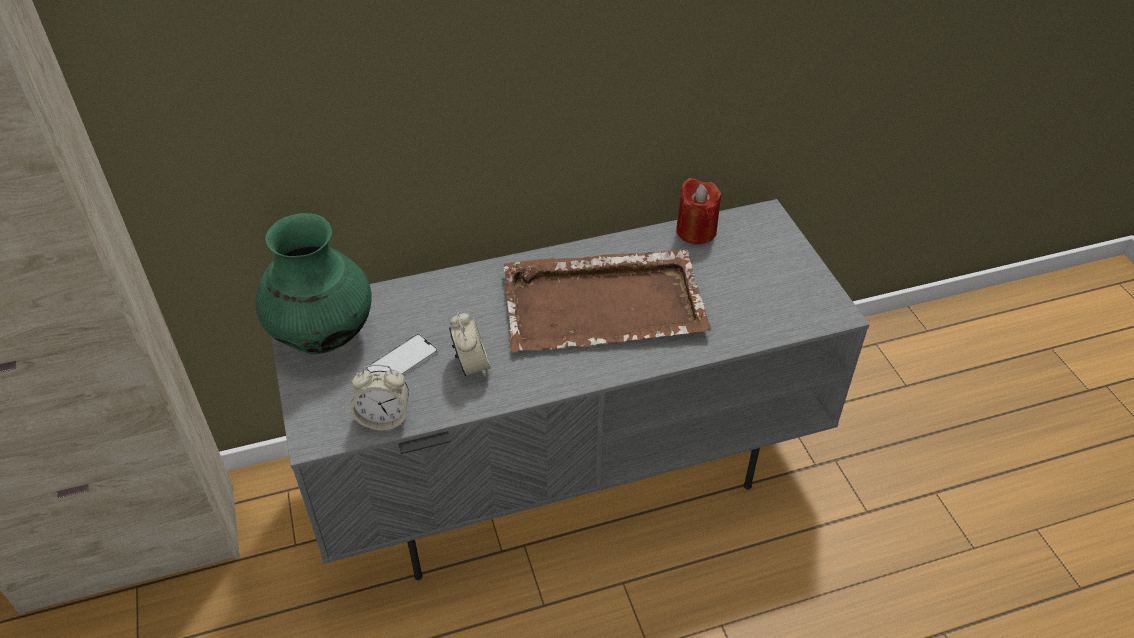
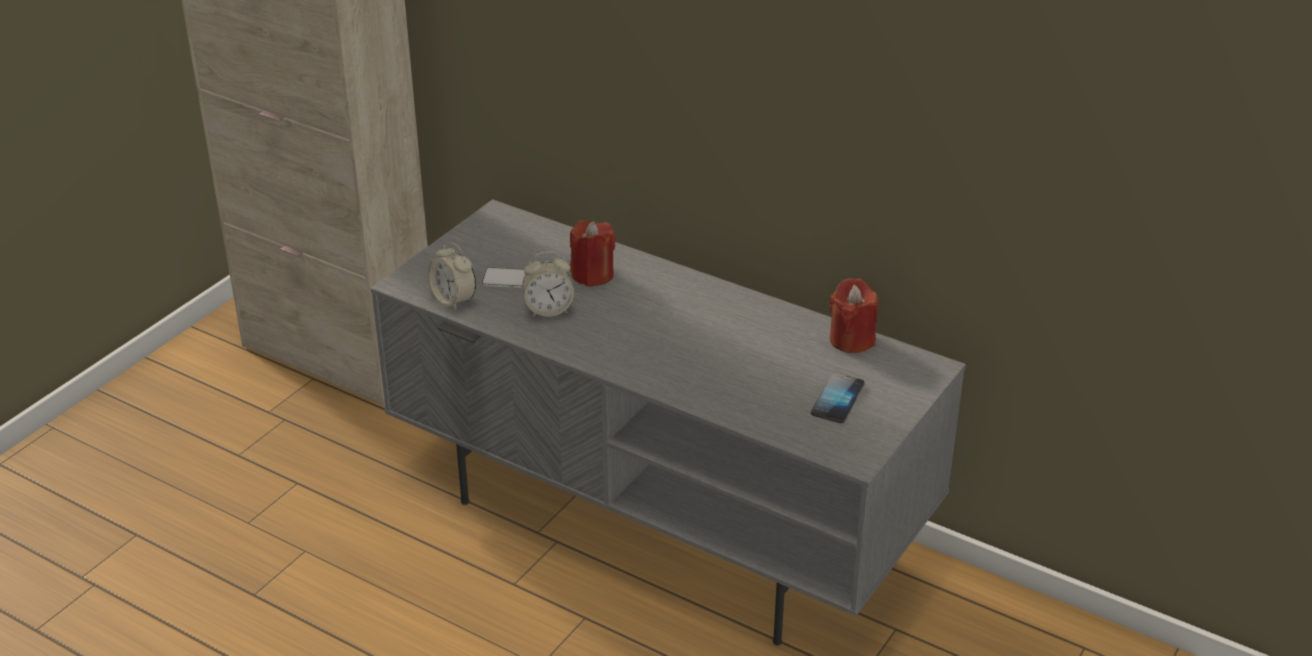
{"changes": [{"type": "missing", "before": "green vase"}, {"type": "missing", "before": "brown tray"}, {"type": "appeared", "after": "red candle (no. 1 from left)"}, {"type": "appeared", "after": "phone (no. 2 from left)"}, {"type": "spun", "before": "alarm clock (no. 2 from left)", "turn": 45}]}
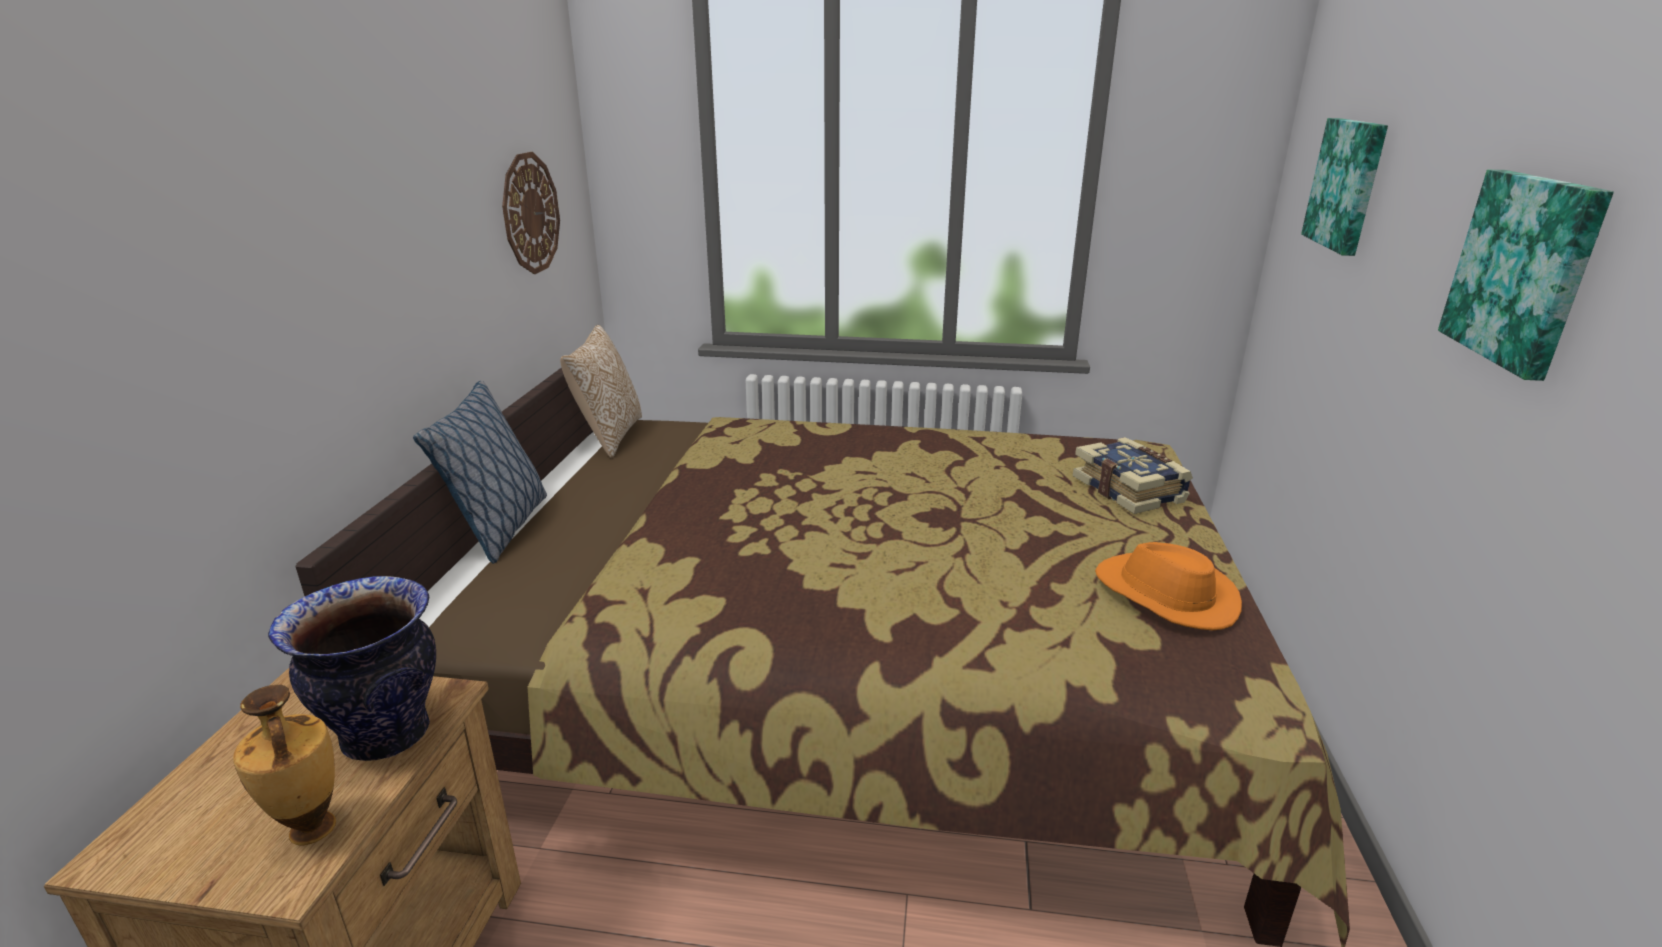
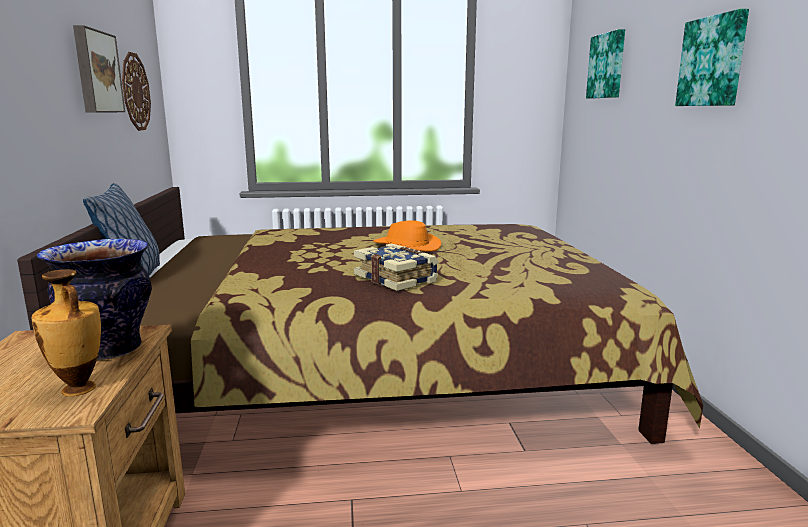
{"changes": [{"type": "missing", "before": "pillow (no. 2 from left)"}, {"type": "appeared", "after": "picture (no. 1 from left)"}, {"type": "relocated", "before": "book"}, {"type": "relocated", "before": "orange hat"}]}
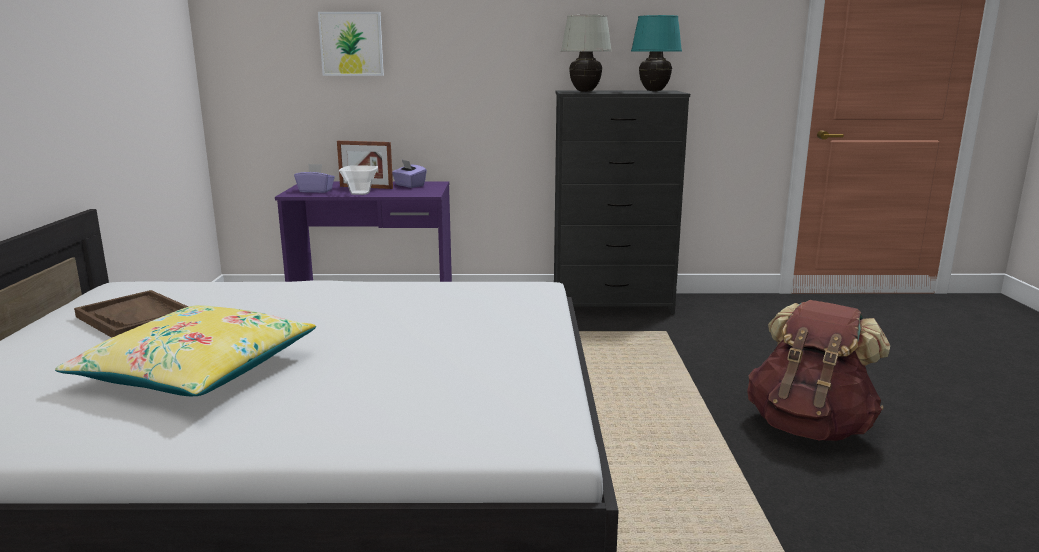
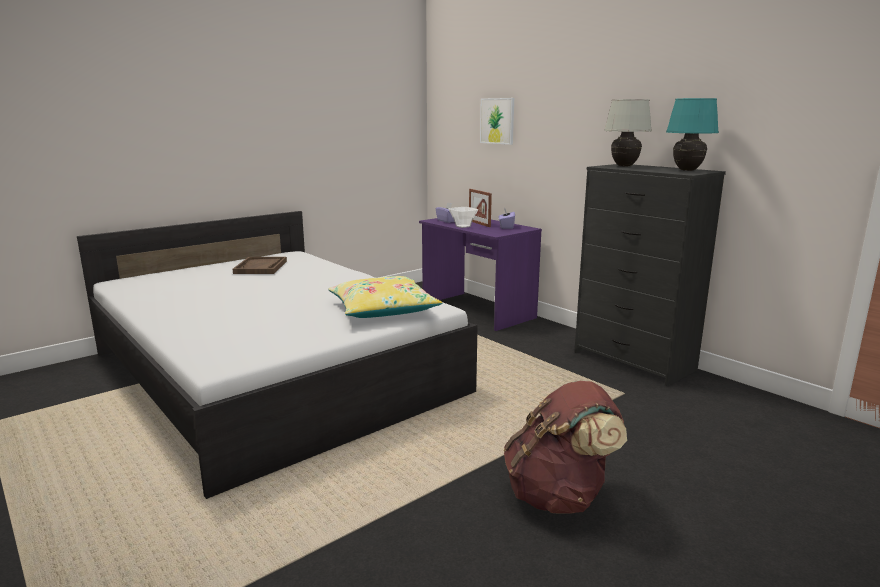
{"changes": [{"type": "relocated", "before": "yellow pillow"}]}
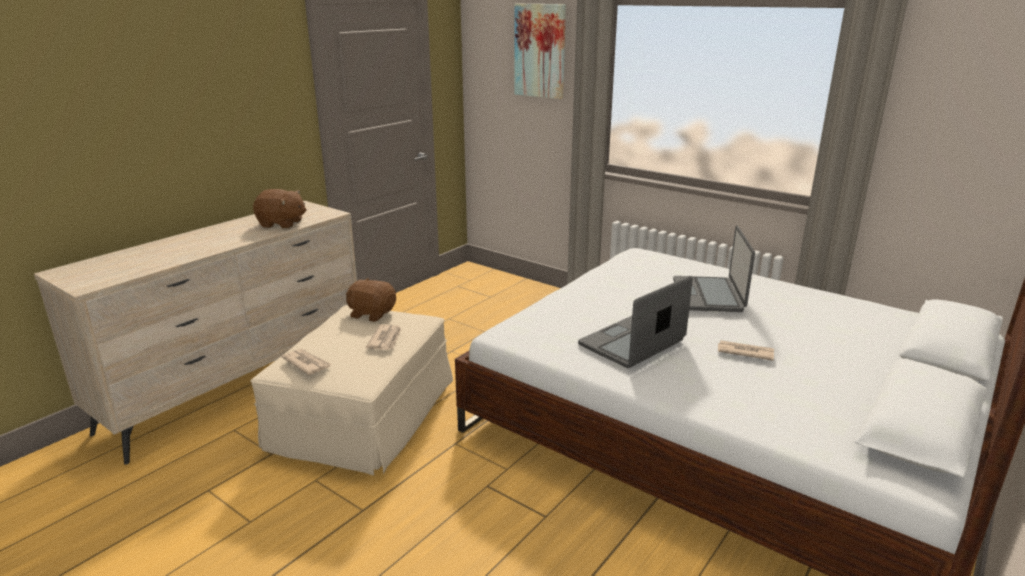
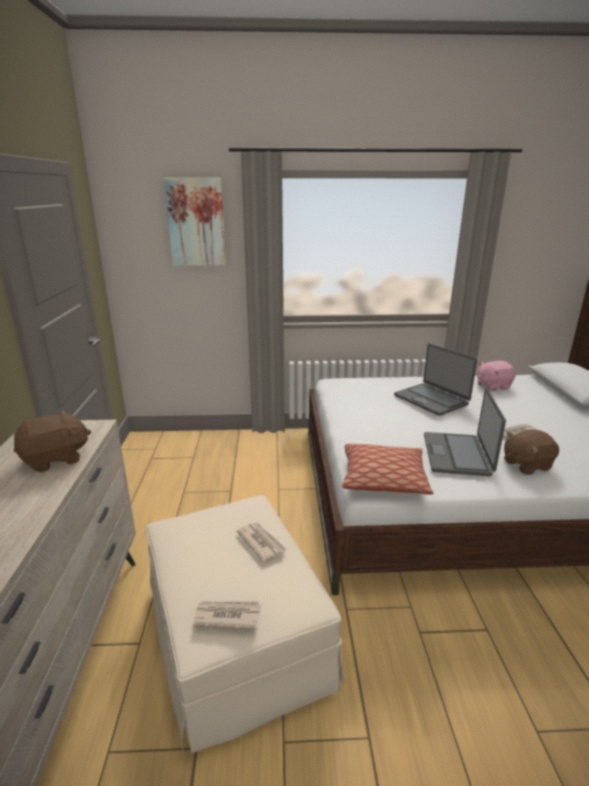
{"changes": [{"type": "appeared", "after": "pillow"}, {"type": "appeared", "after": "pink plush toy"}, {"type": "relocated", "before": "brown plush toy (no. 2 from left)"}]}
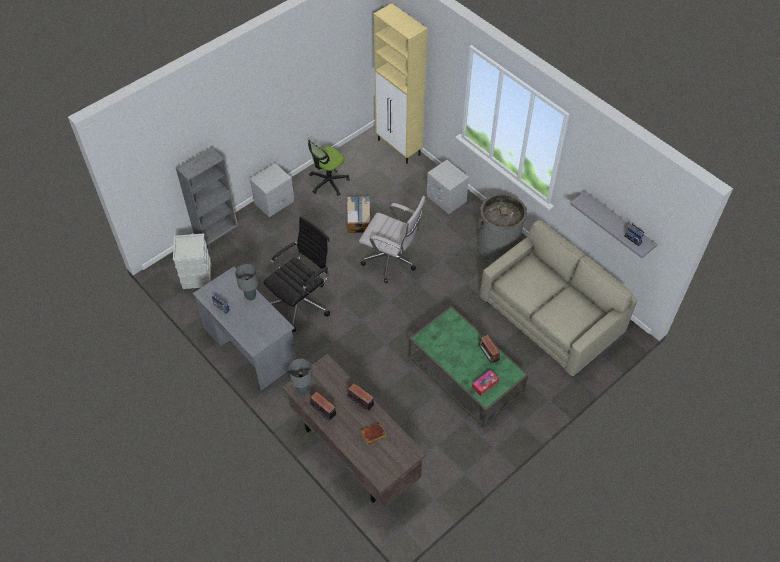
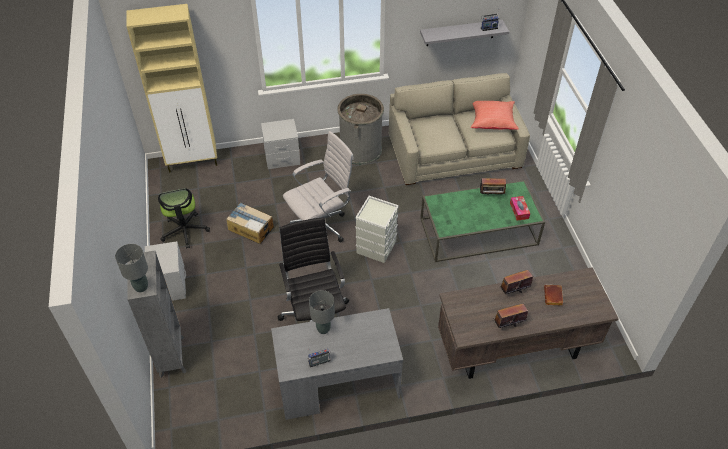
{"changes": [{"type": "appeared", "after": "red pillow"}, {"type": "relocated", "before": "grey storage box"}, {"type": "relocated", "before": "grey table lamp (no. 2 from left in the first image)", "after": "grey table lamp (no. 1 from left)"}]}
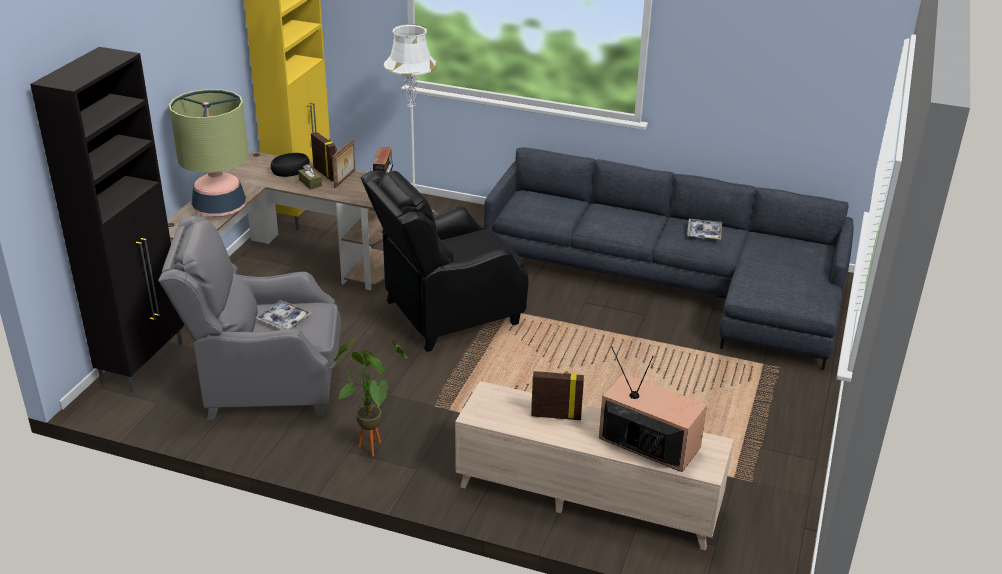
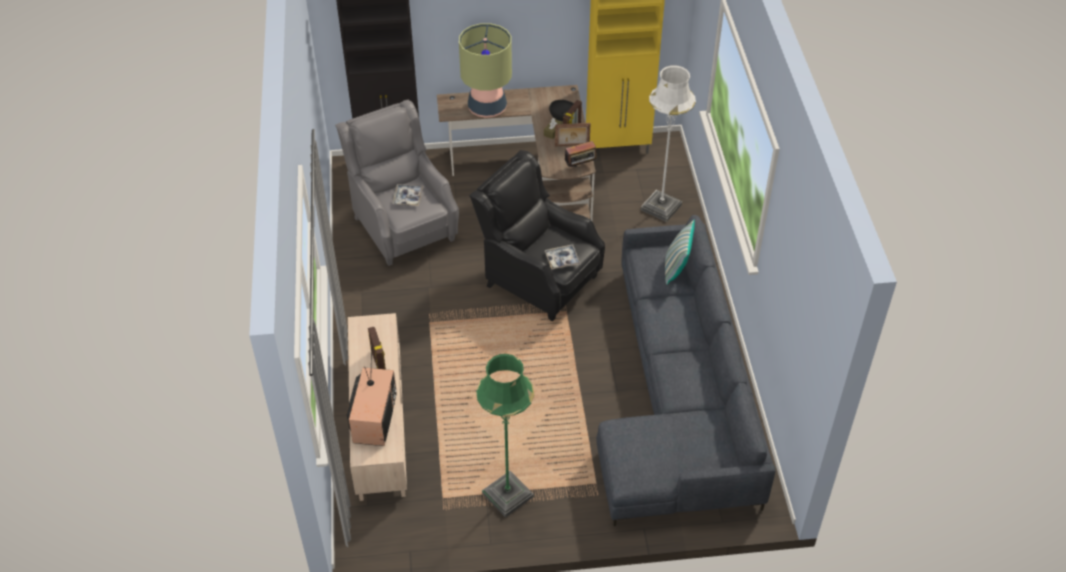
{"changes": [{"type": "missing", "before": "potted plant"}, {"type": "appeared", "after": "green floor lamp"}, {"type": "appeared", "after": "pillow"}, {"type": "relocated", "before": "tray (no. 2 from left)"}]}
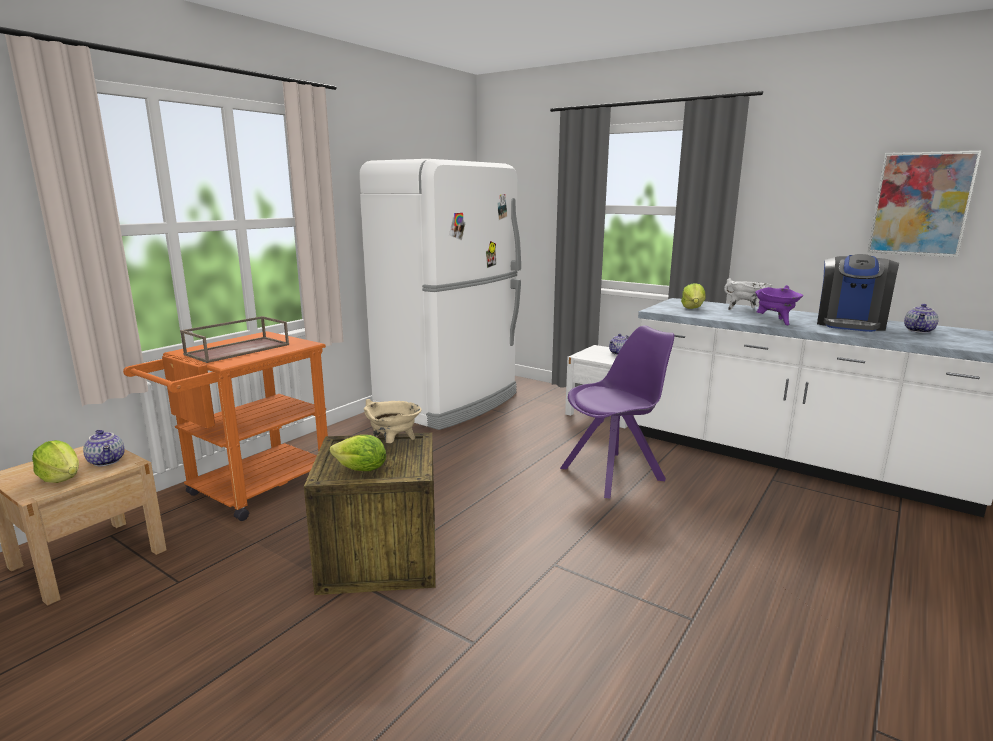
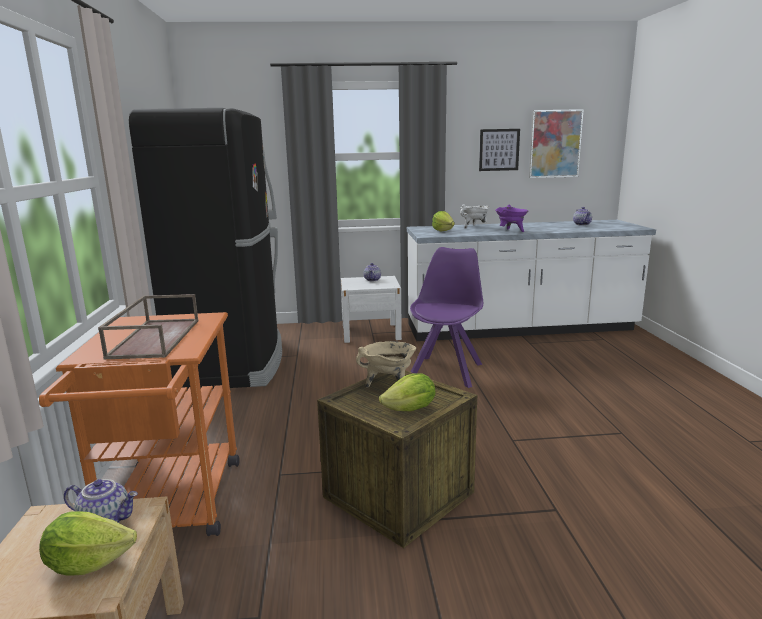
{"changes": [{"type": "missing", "before": "coffee machine"}, {"type": "appeared", "after": "picture (no. 1 from left)"}, {"type": "colour", "before": "white fridge", "after": "black fridge"}]}
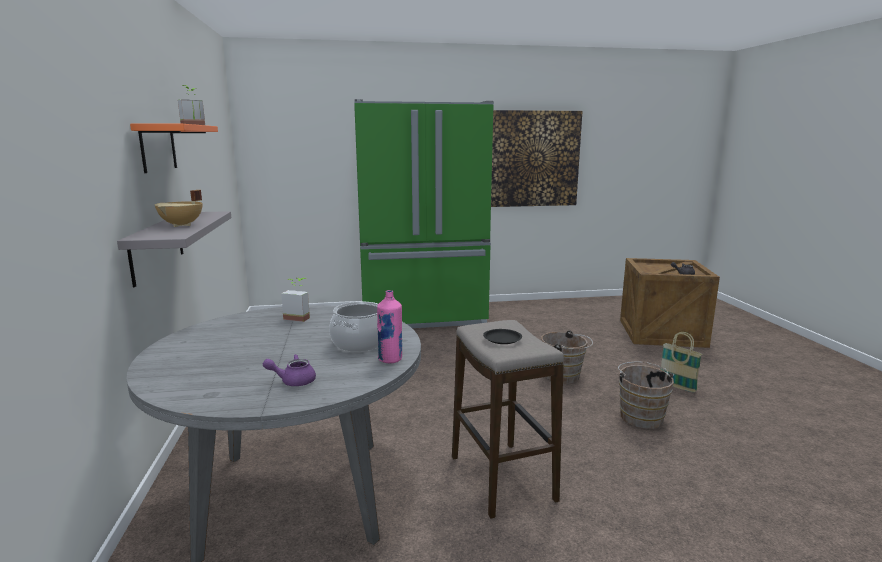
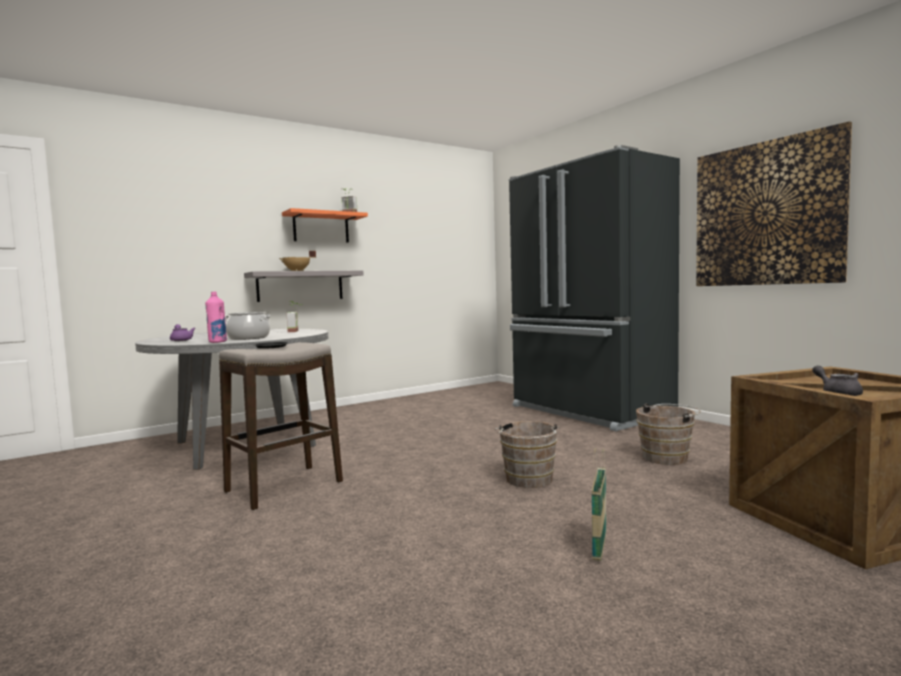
{"changes": [{"type": "relocated", "before": "brown bucket (no. 2 from left)"}, {"type": "colour", "before": "green fridge", "after": "black fridge"}]}
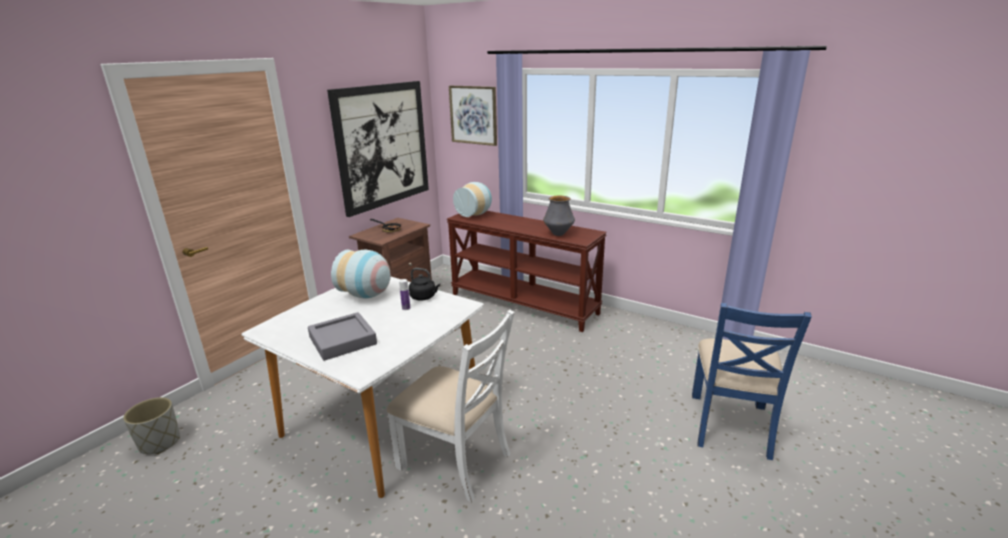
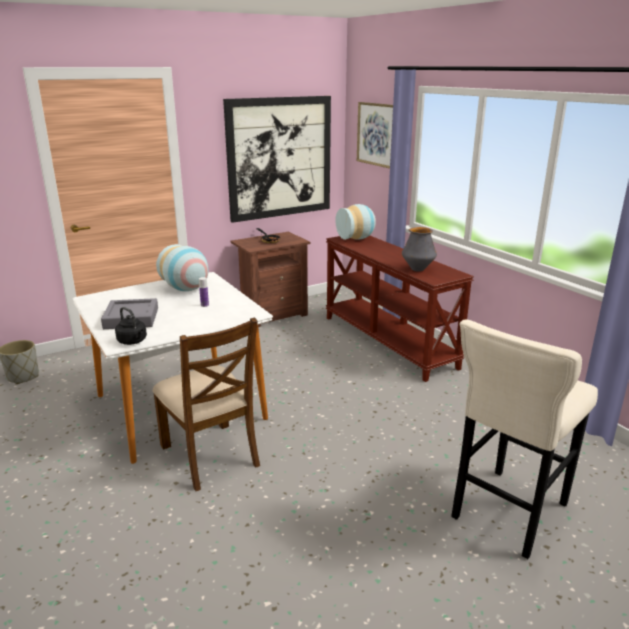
{"changes": [{"type": "relocated", "before": "black kettle"}, {"type": "exchanged", "before": "blue chair", "after": "beige stool"}, {"type": "colour", "before": "white chair", "after": "brown chair"}]}
